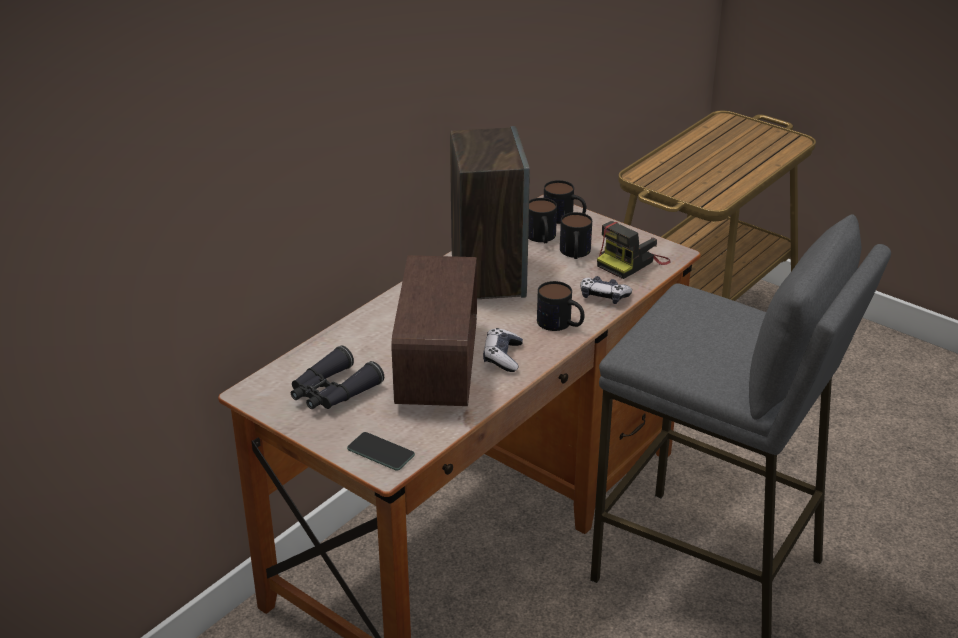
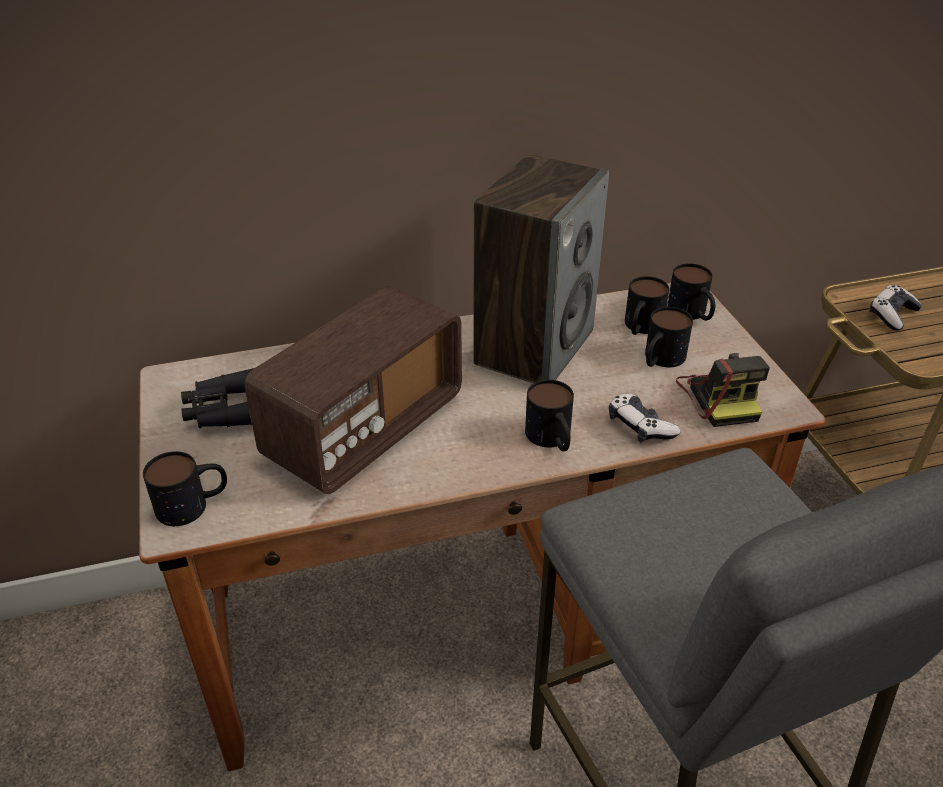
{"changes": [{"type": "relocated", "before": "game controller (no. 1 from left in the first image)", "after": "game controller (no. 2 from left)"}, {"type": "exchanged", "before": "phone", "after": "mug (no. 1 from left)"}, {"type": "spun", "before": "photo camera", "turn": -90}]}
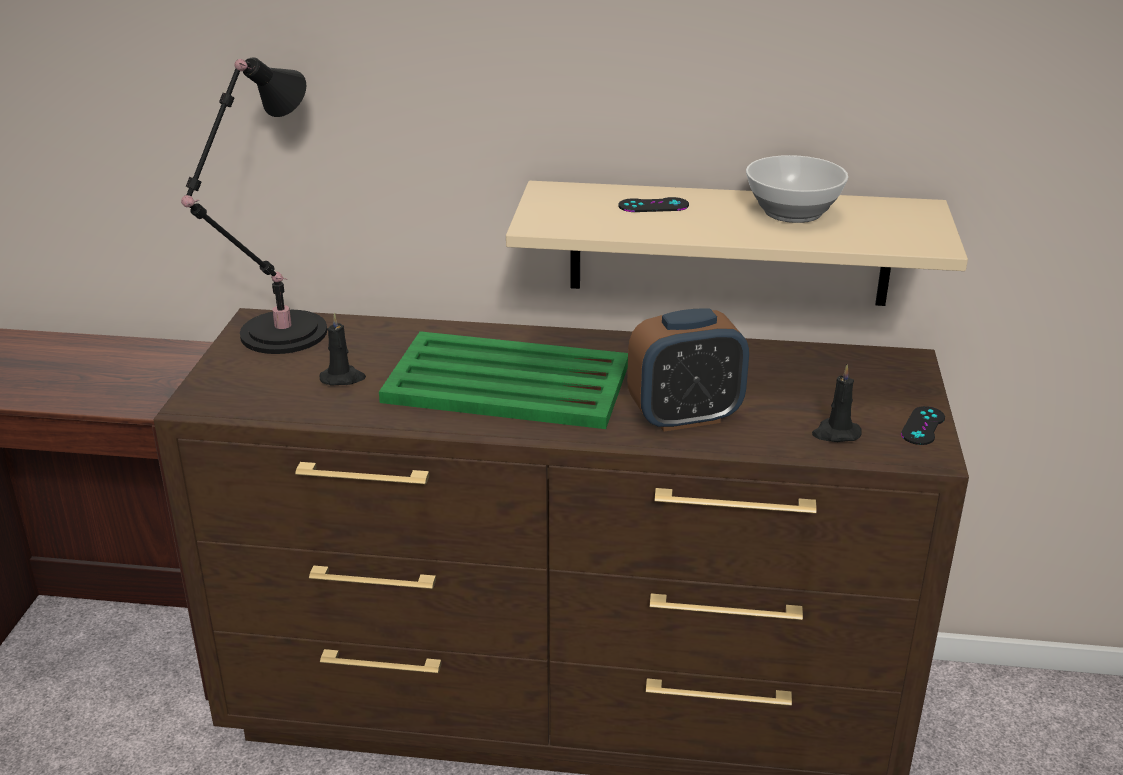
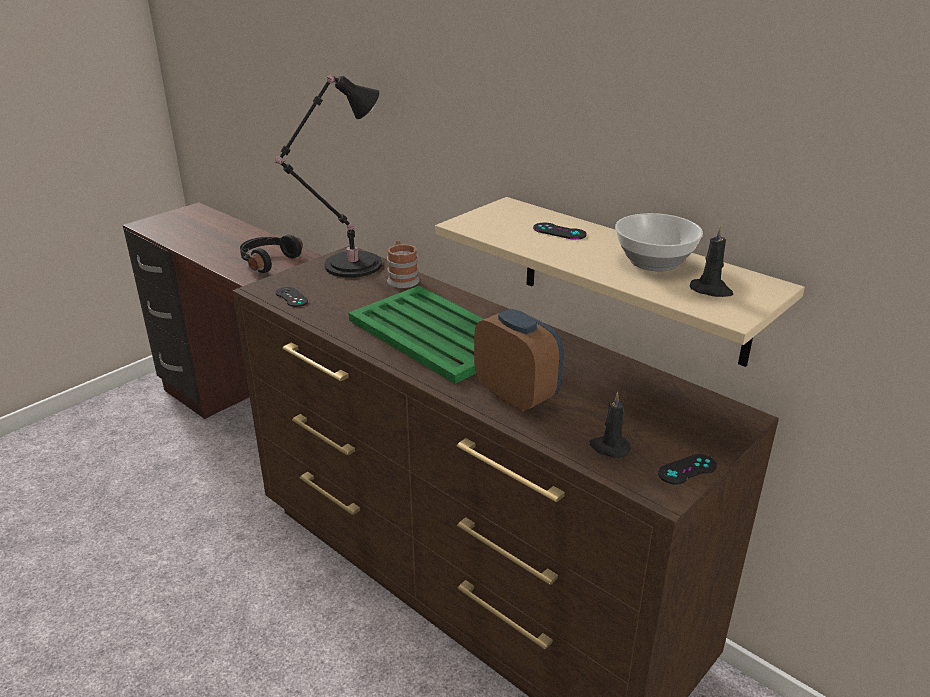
{"changes": [{"type": "appeared", "after": "black headphones"}, {"type": "appeared", "after": "black game controller (no. 1 from left)"}, {"type": "appeared", "after": "mug"}, {"type": "relocated", "before": "black candle (no. 1 from left in the first image)", "after": "black candle (no. 2 from left)"}, {"type": "spun", "before": "alarm clock", "turn": -150}]}
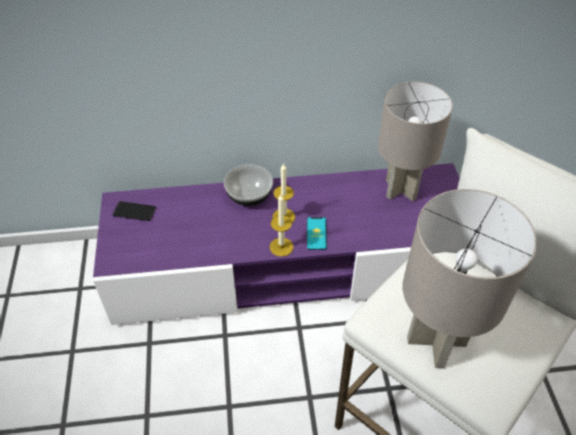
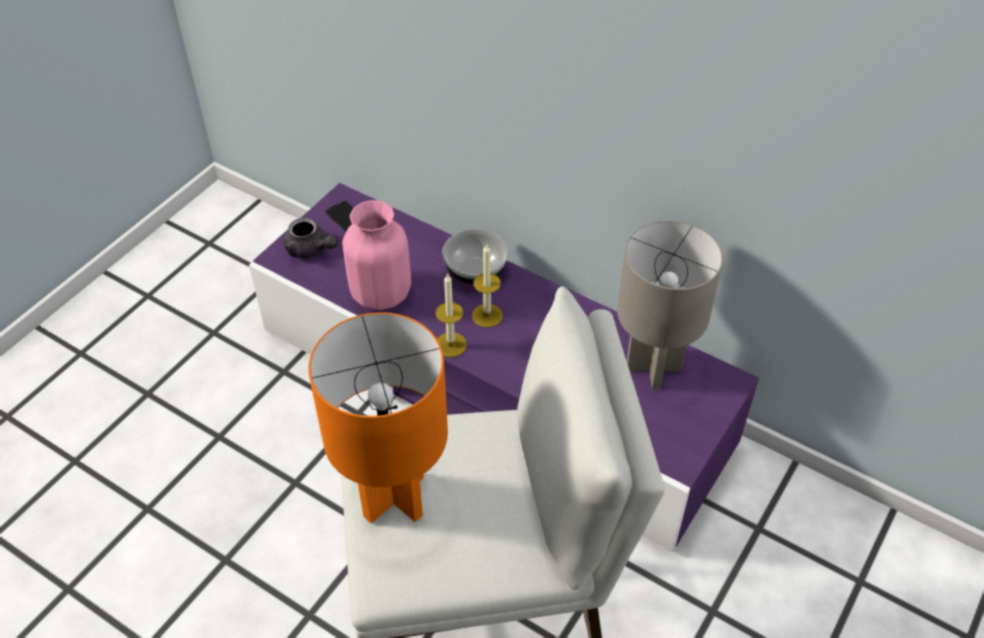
{"changes": [{"type": "missing", "before": "phone (no. 2 from left)"}, {"type": "appeared", "after": "grey teapot"}, {"type": "appeared", "after": "pink vase"}, {"type": "colour", "before": "grey table lamp (no. 2 from left)", "after": "orange table lamp"}]}
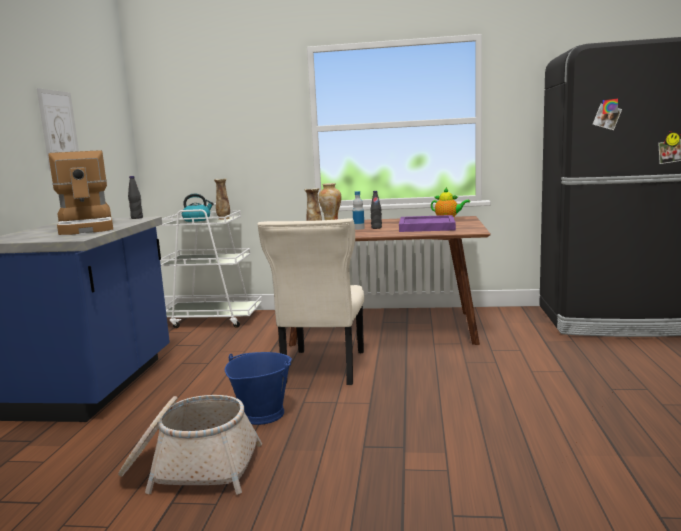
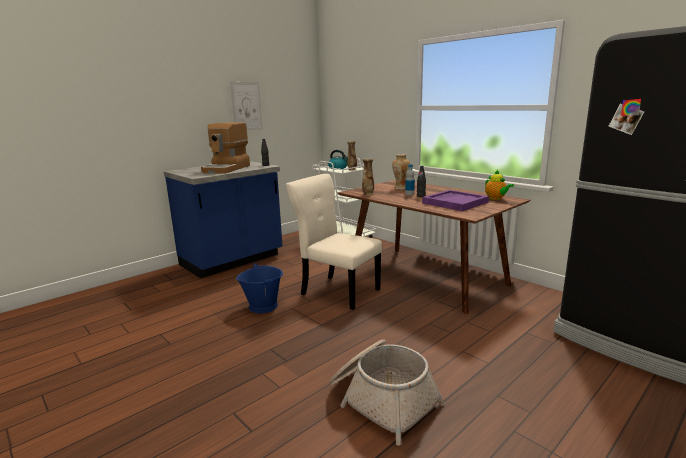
{"changes": [{"type": "relocated", "before": "basket"}, {"type": "spun", "before": "beige chair", "turn": 75}]}
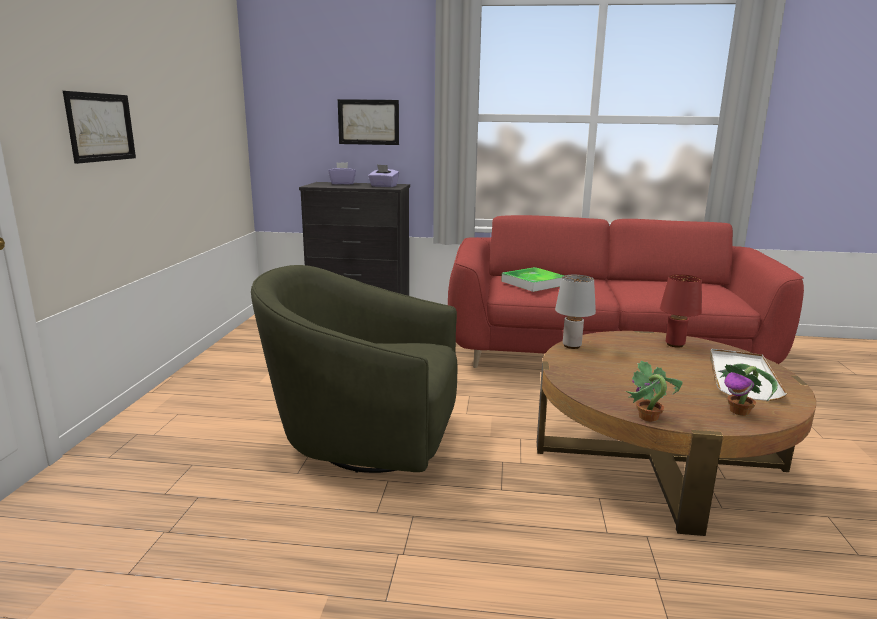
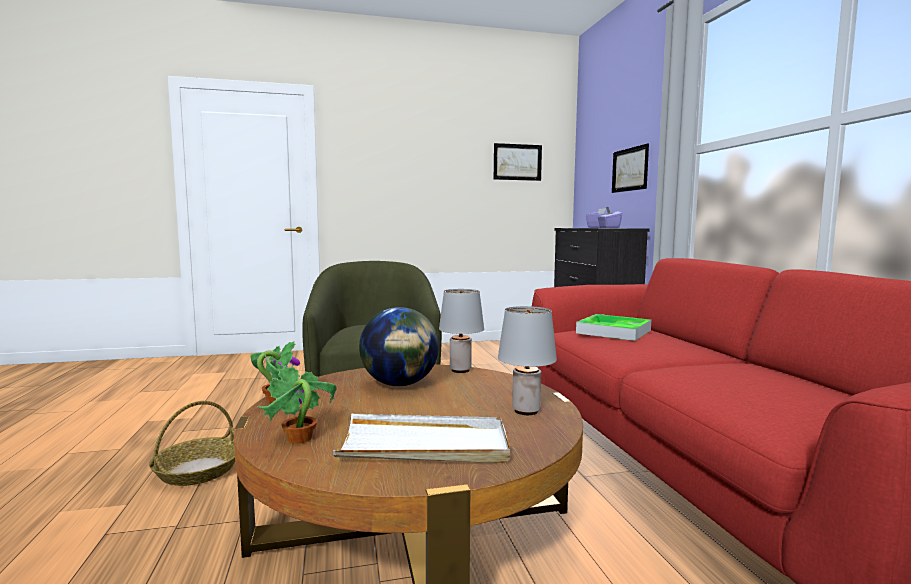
{"changes": [{"type": "appeared", "after": "basket"}, {"type": "appeared", "after": "globe"}, {"type": "relocated", "before": "picture (no. 1 from left)"}, {"type": "colour", "before": "red table lamp", "after": "grey table lamp (no. 2 from left)"}]}
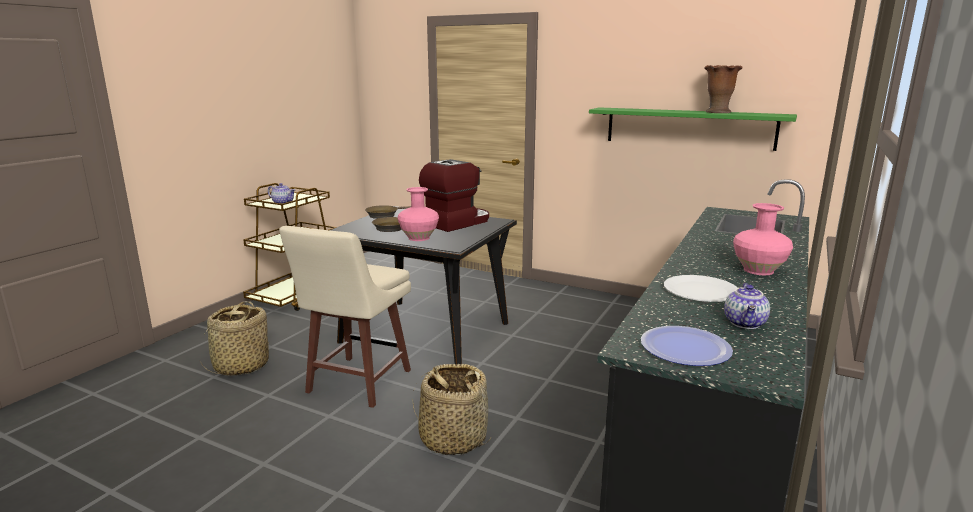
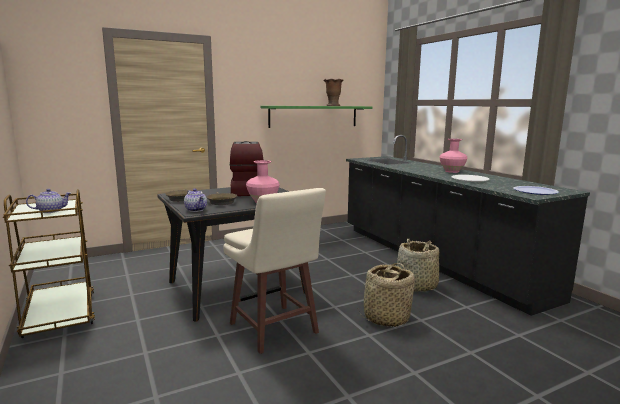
{"changes": [{"type": "relocated", "before": "basket (no. 1 from left in the first image)", "after": "basket (no. 2 from left)"}, {"type": "relocated", "before": "teapot (no. 2 from left)"}]}
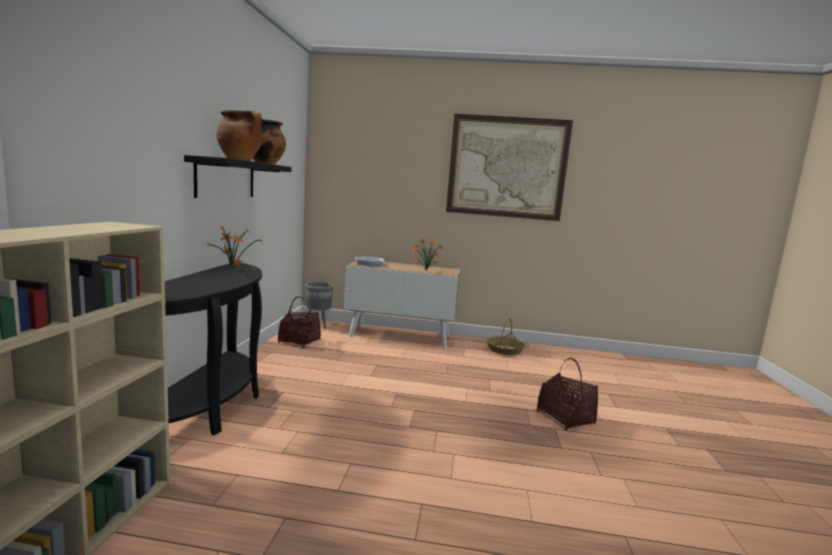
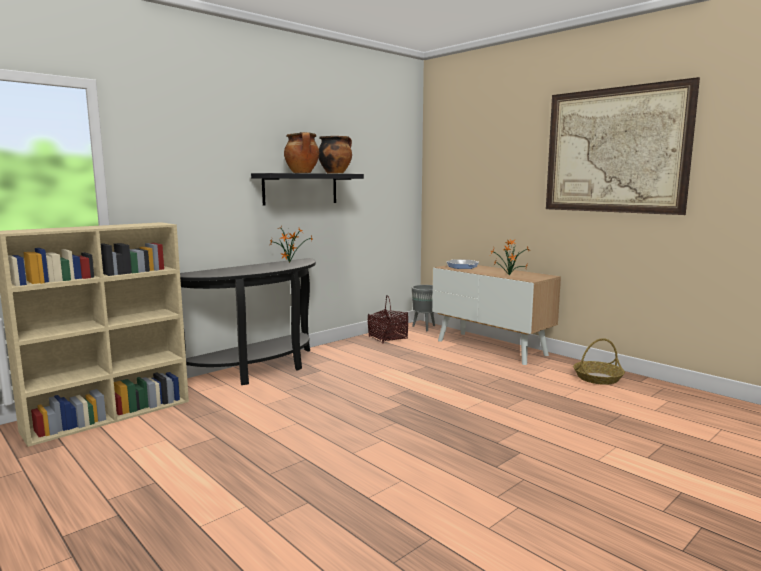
{"changes": [{"type": "missing", "before": "basket (no. 3 from left)"}]}
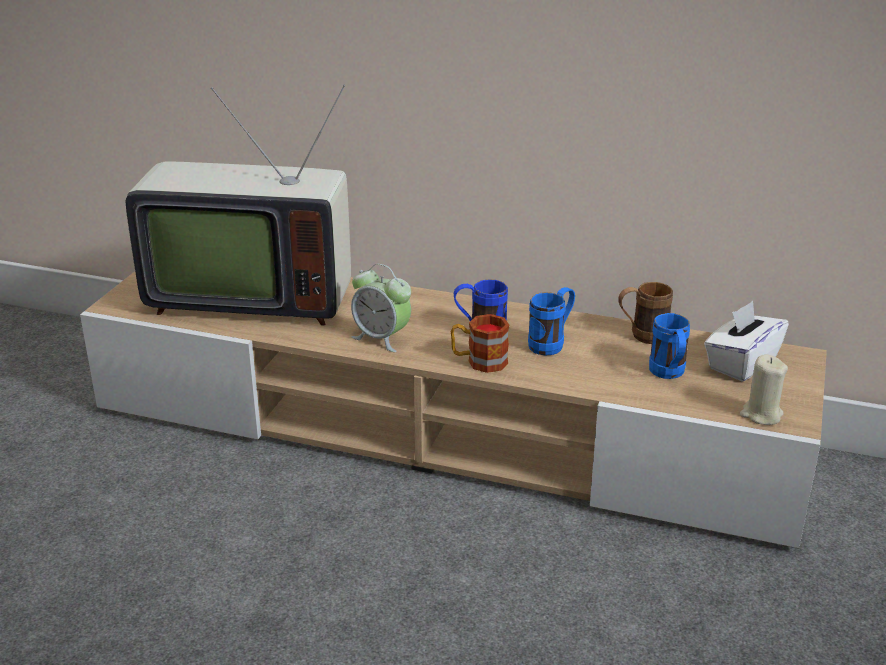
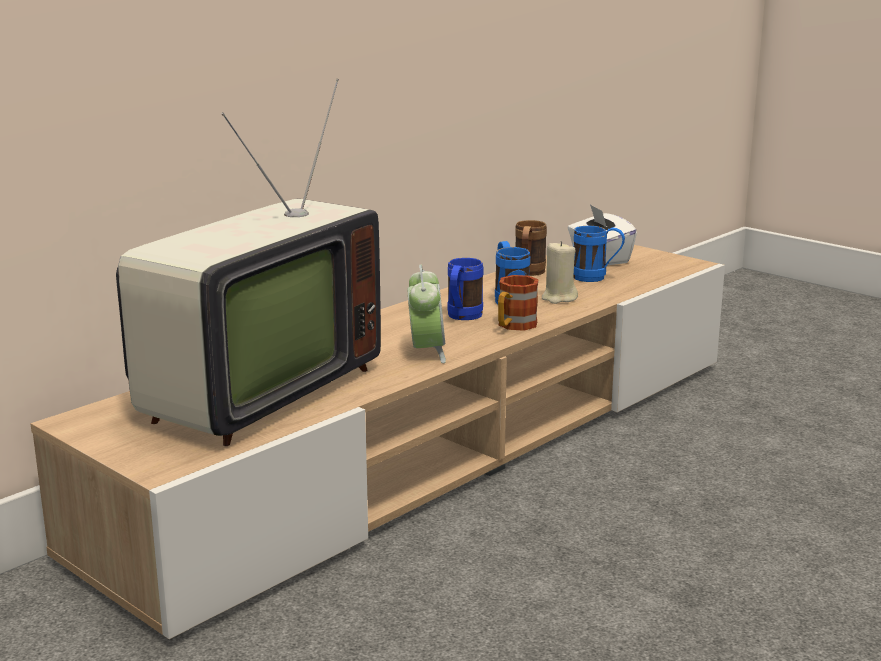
{"changes": [{"type": "relocated", "before": "beige candle"}, {"type": "spun", "before": "alarm clock", "turn": -60}]}
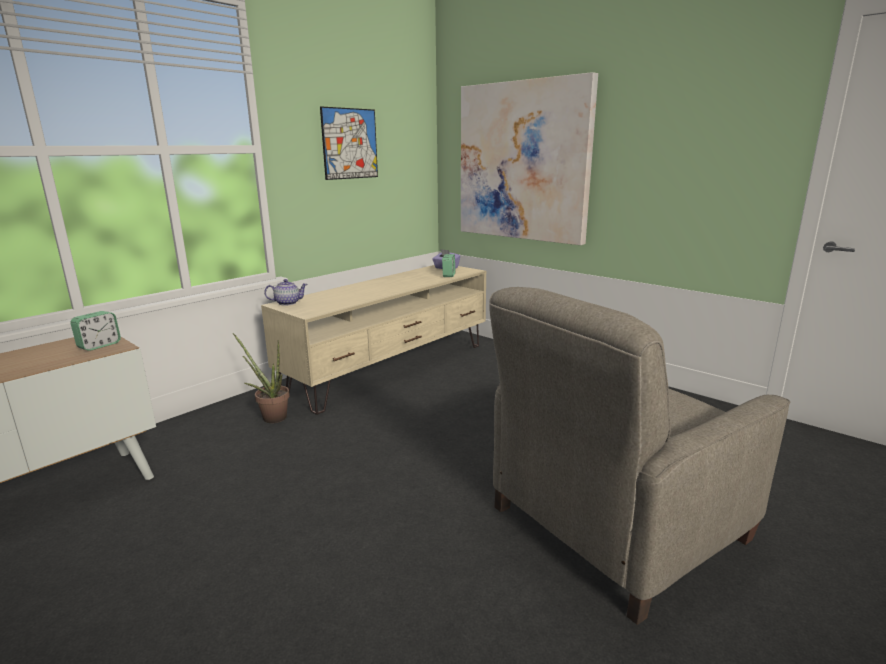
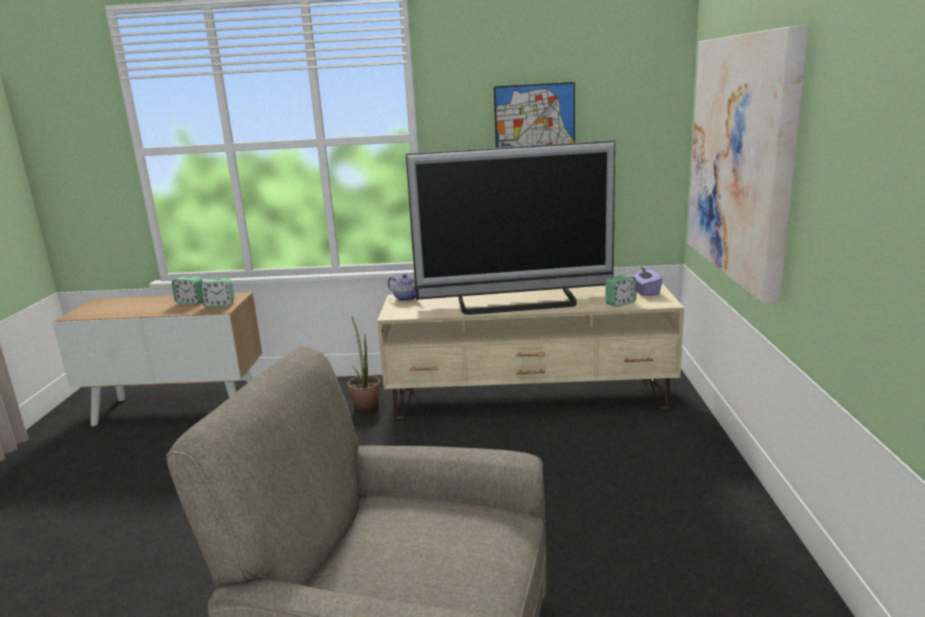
{"changes": [{"type": "appeared", "after": "alarm clock (no. 1 from left)"}, {"type": "appeared", "after": "television"}]}
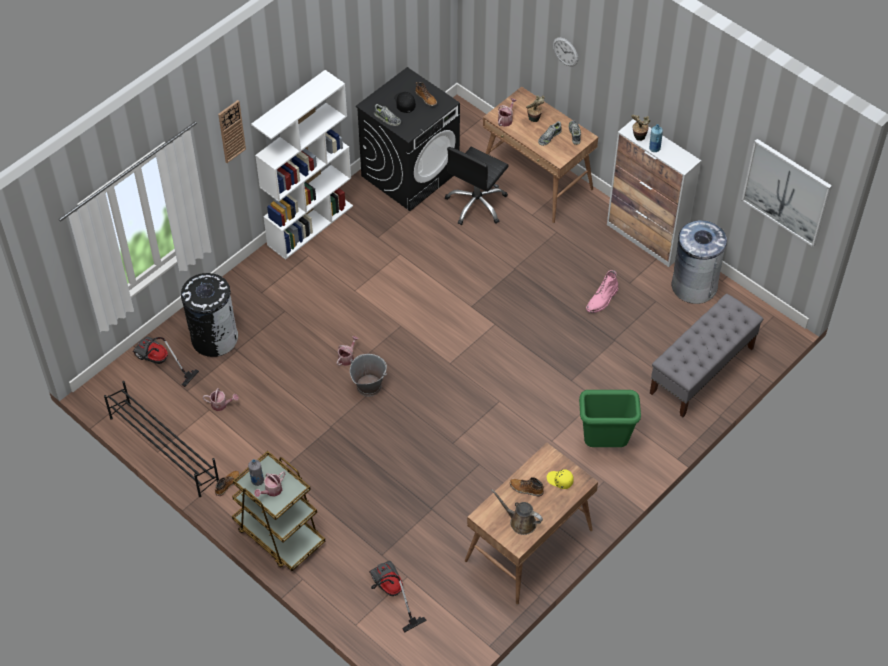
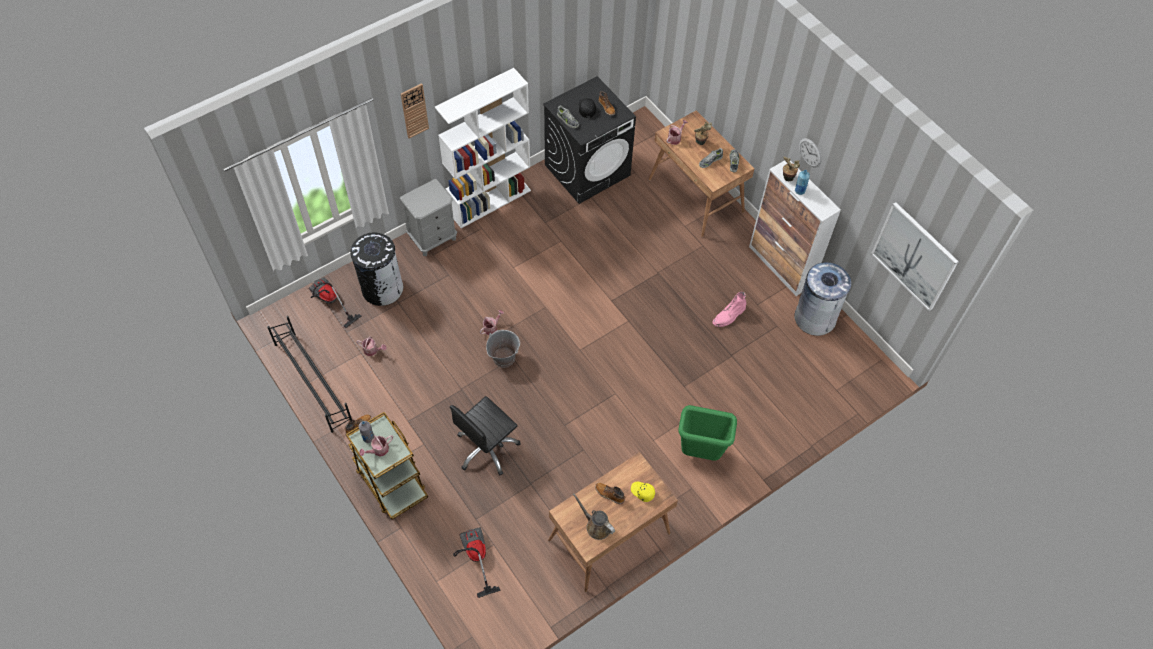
{"changes": [{"type": "missing", "before": "grey bench"}, {"type": "appeared", "after": "grey nightstand"}, {"type": "relocated", "before": "black office chair"}, {"type": "relocated", "before": "wall clock (no. 2 from left)"}]}
